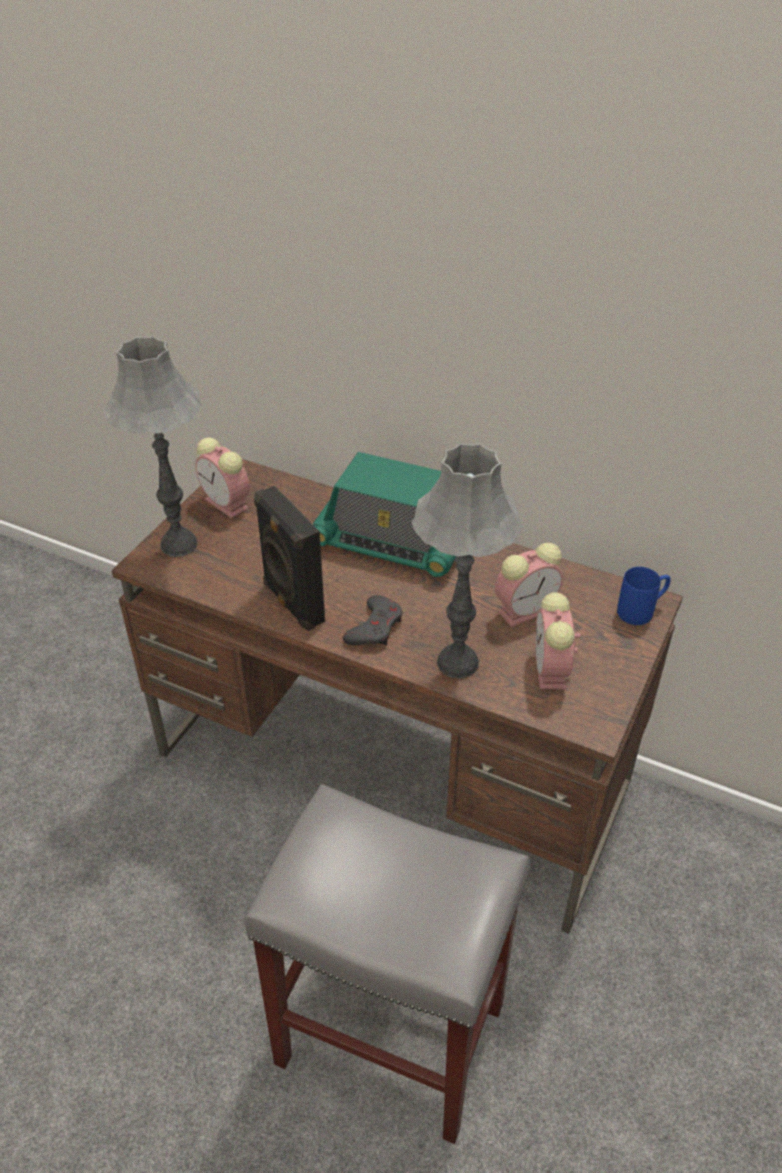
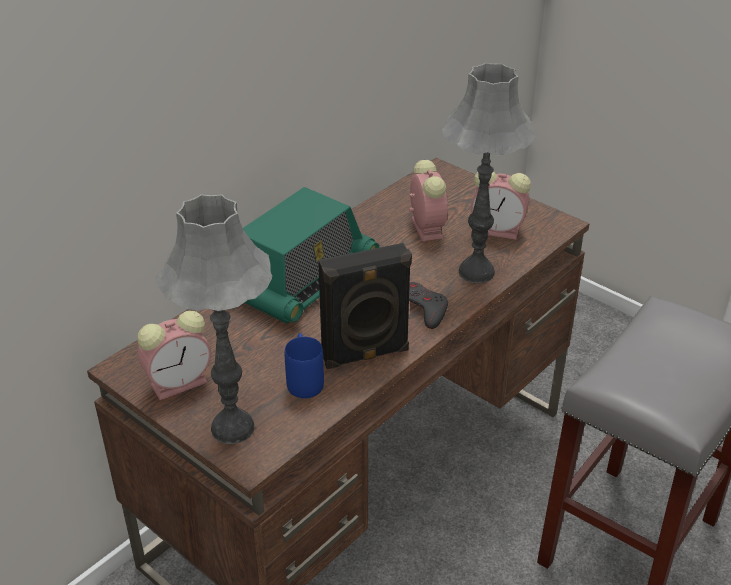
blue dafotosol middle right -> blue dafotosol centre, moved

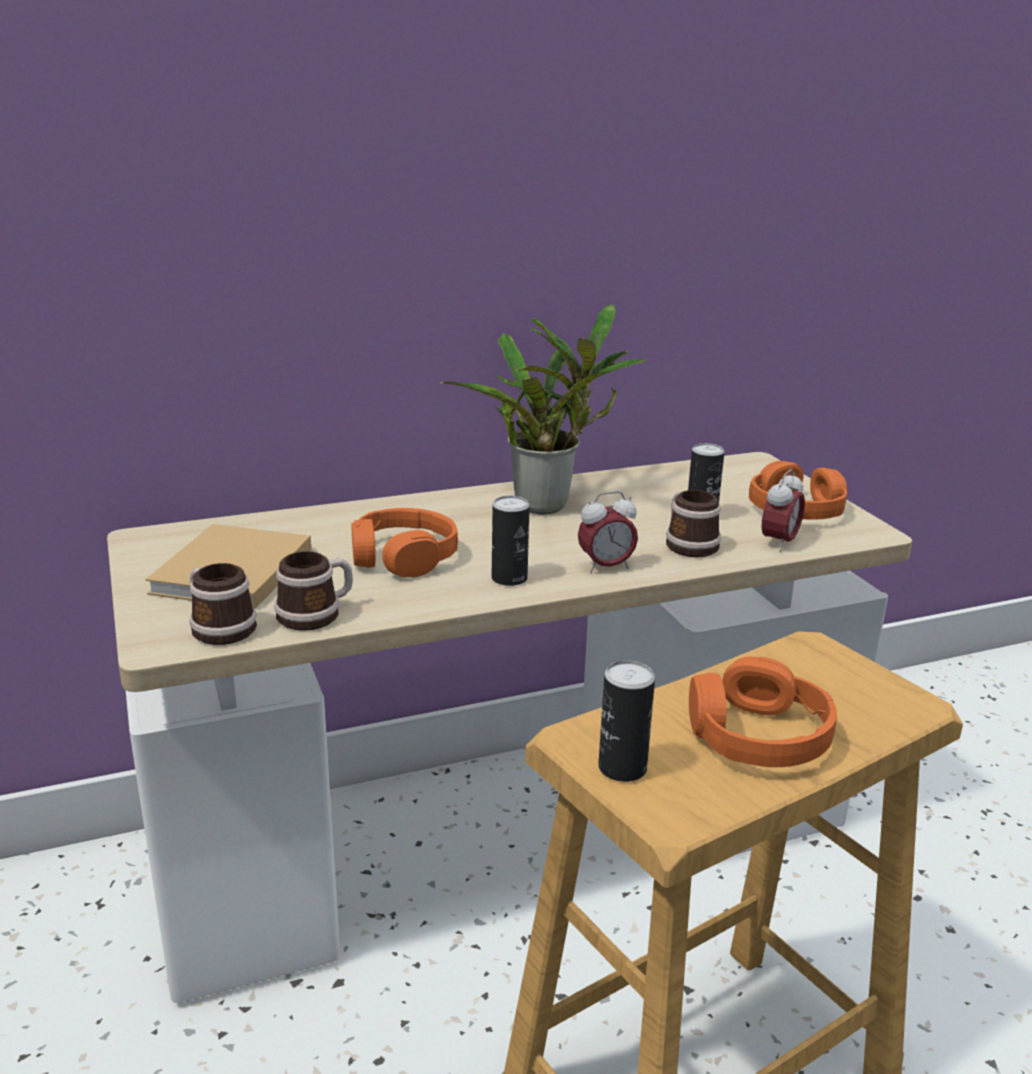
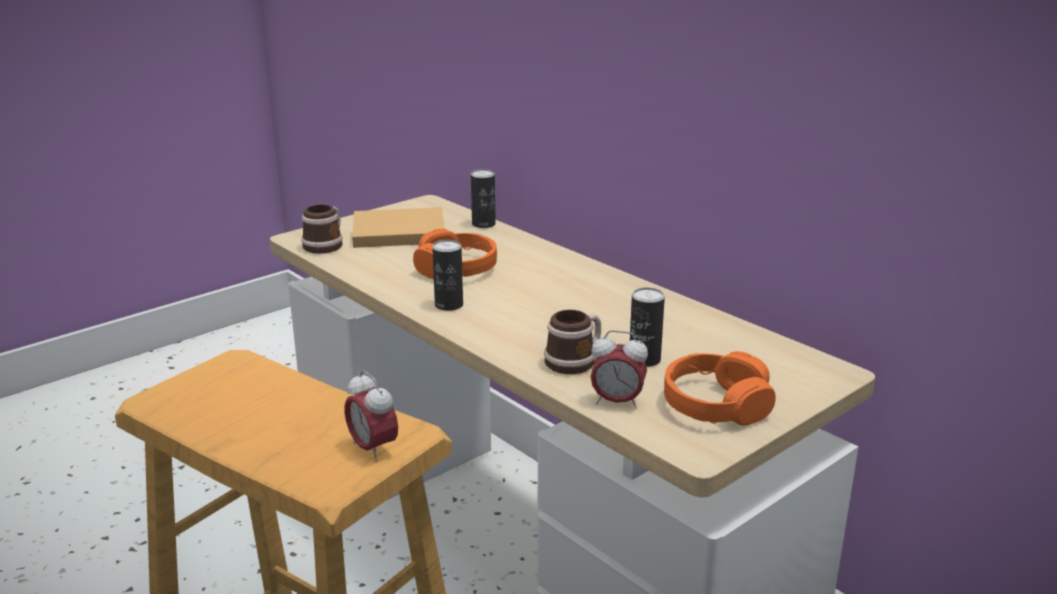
dafotosol (2nd from left) middle left -> none
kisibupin centre -> none
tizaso (1st from left) centre -> tizaso (1st from left) bottom centre, moved
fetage (2nd from left) bottom centre -> fetage (2nd from left) centre, moved
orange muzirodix (2nd from left) middle right -> none

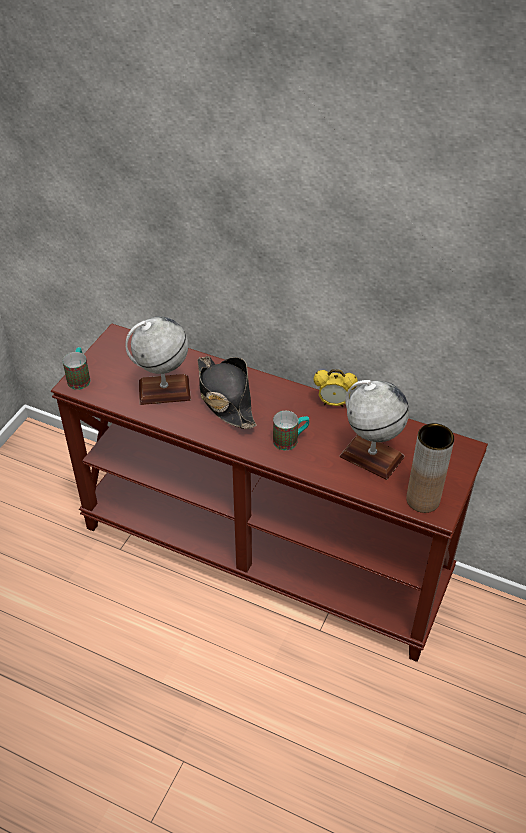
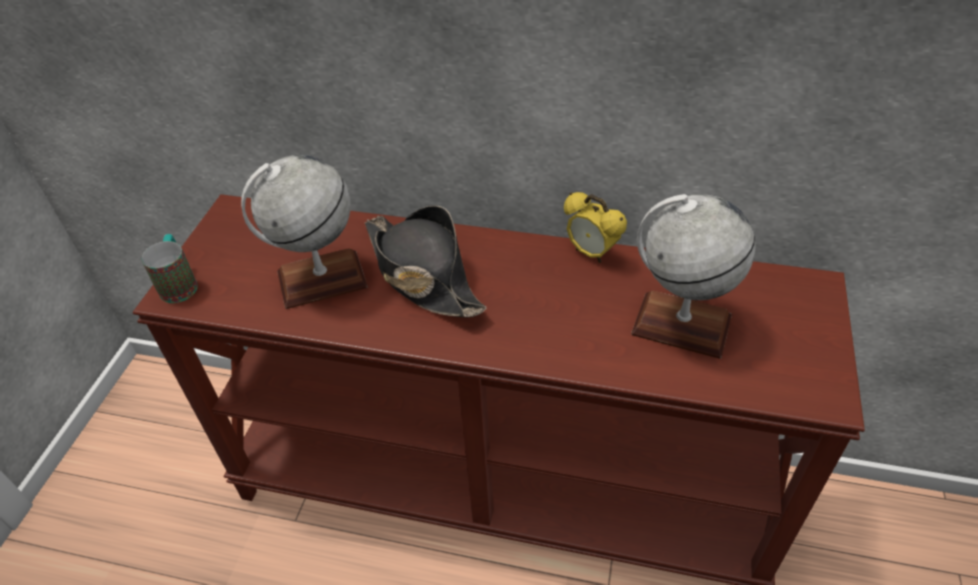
dafotosol (2nd from left) centre -> none
tizaso centre, 45 degrees clockwise
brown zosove middle right -> none

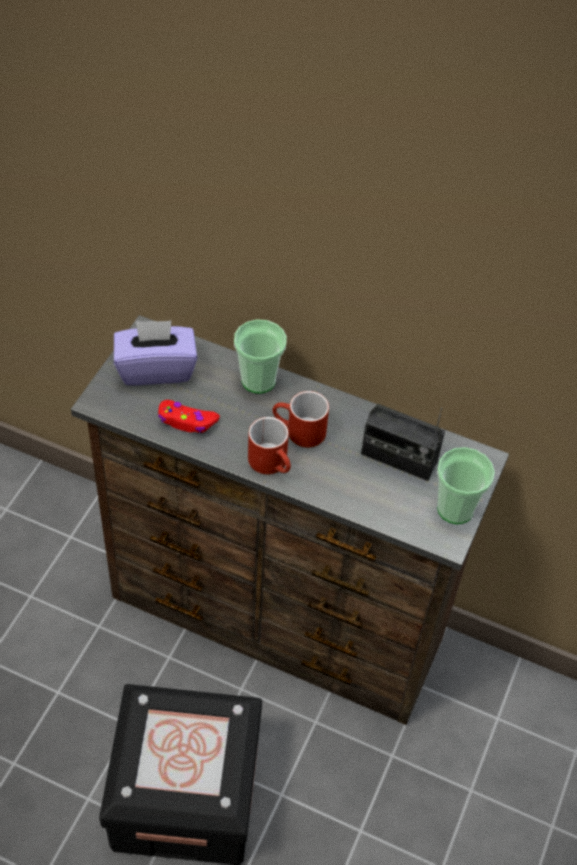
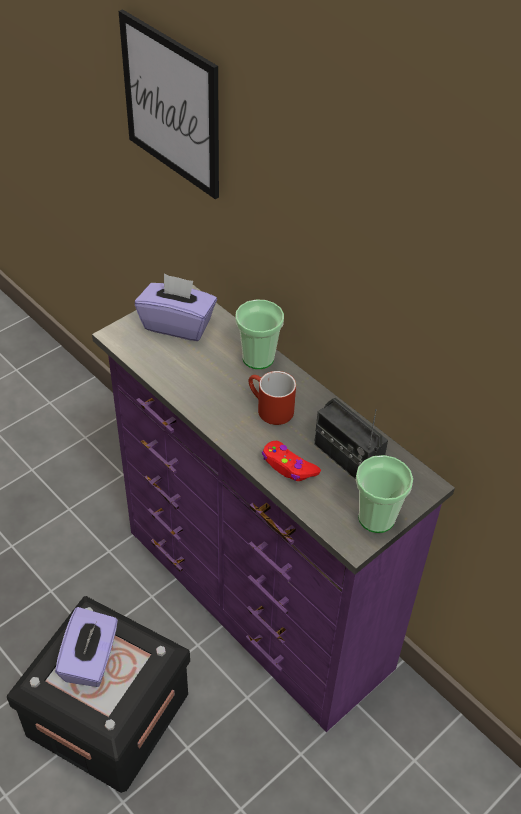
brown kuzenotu centre -> purple kuzenotu centre
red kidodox middle left -> red kidodox centre, moved
red dafotosol (1st from left) centre -> none
none -> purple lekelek (1st from left) bottom left
none -> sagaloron top left

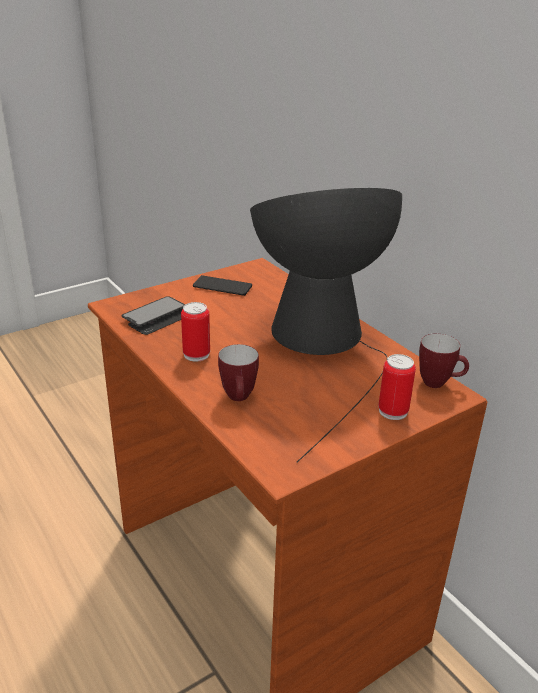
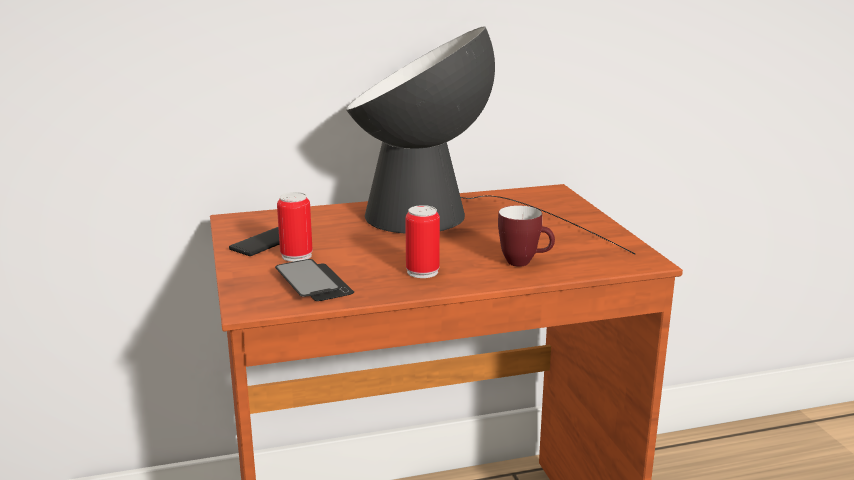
fetage (2nd from left in the first image) middle right -> fetage (1st from left) centre, moved
dafotosol (2nd from left) middle right -> none

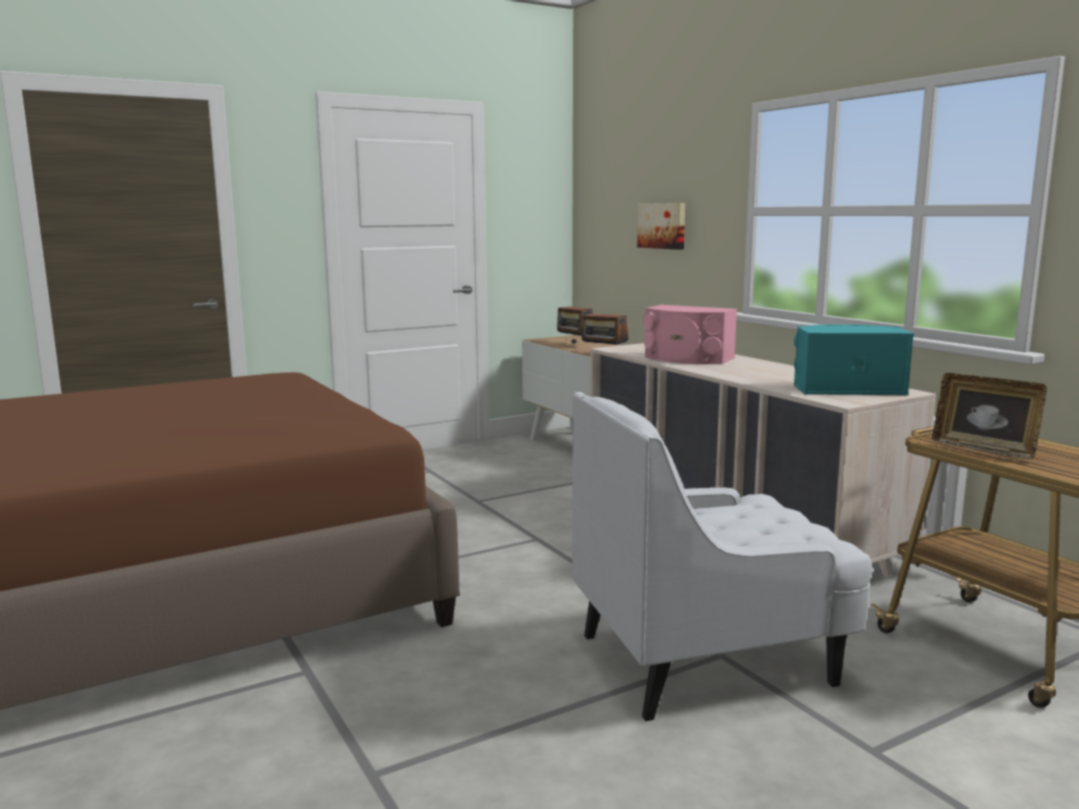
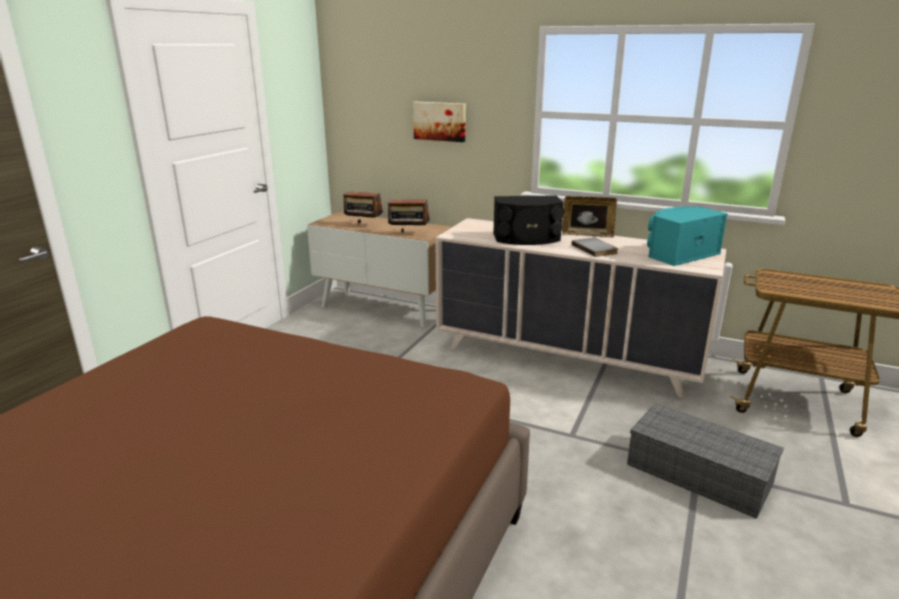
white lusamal bottom right -> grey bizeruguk bottom right
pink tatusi centre -> black tatusi centre
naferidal middle right -> naferidal centre, moved
none -> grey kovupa centre

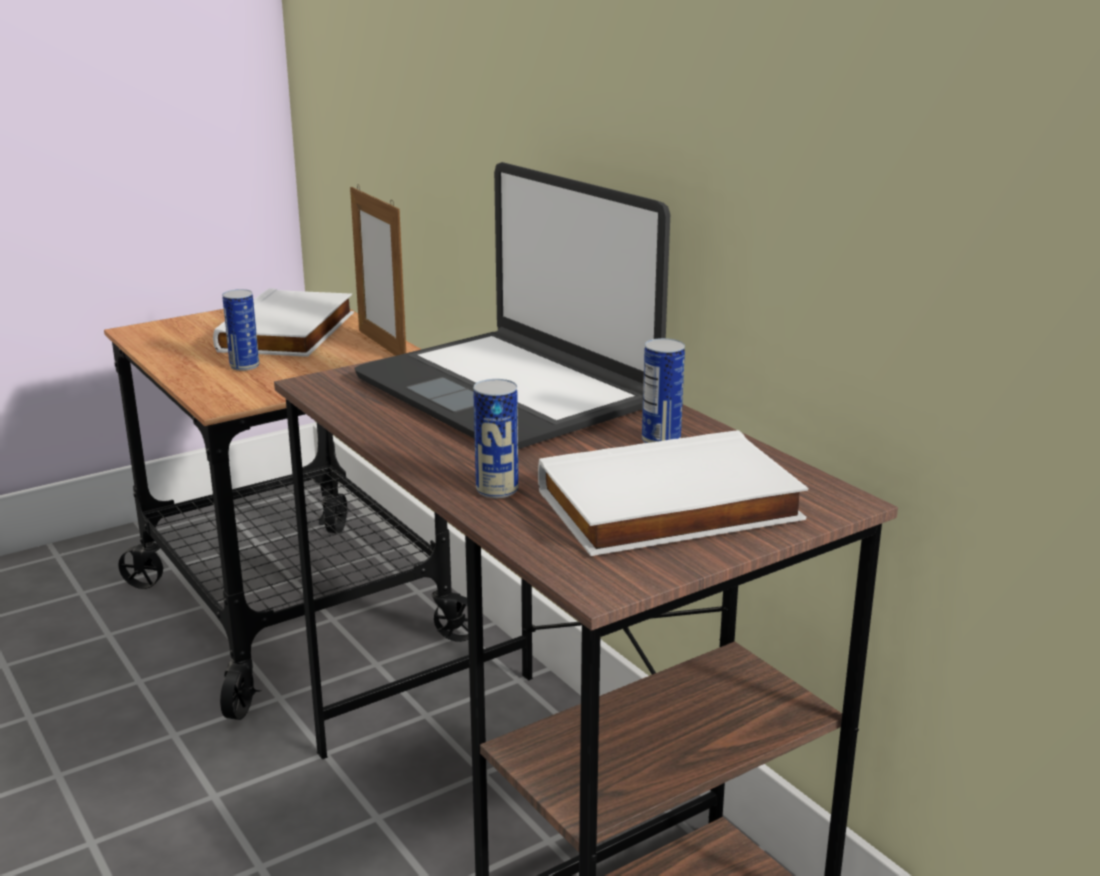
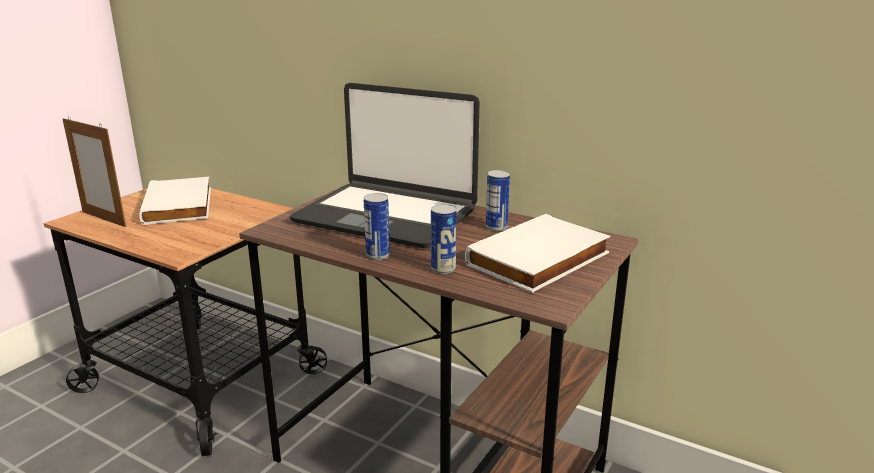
fetage (1st from left) middle left -> fetage (1st from left) centre, moved
naferidal top centre -> naferidal middle left, moved

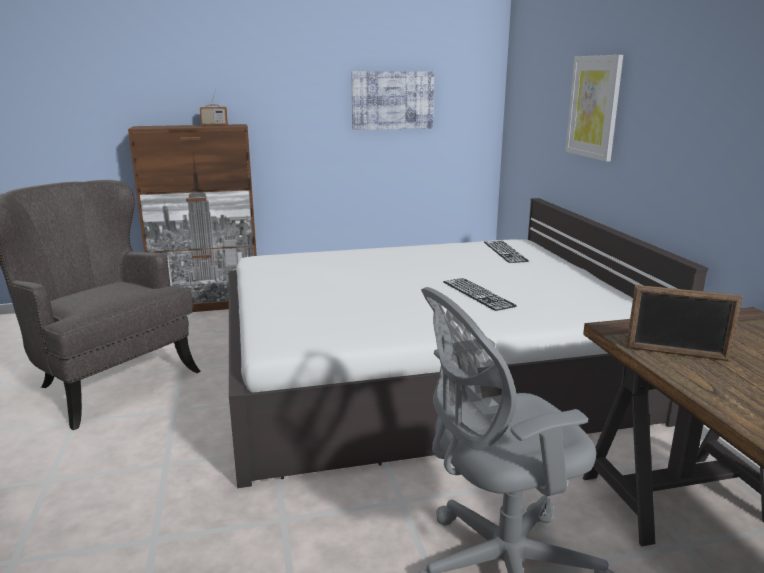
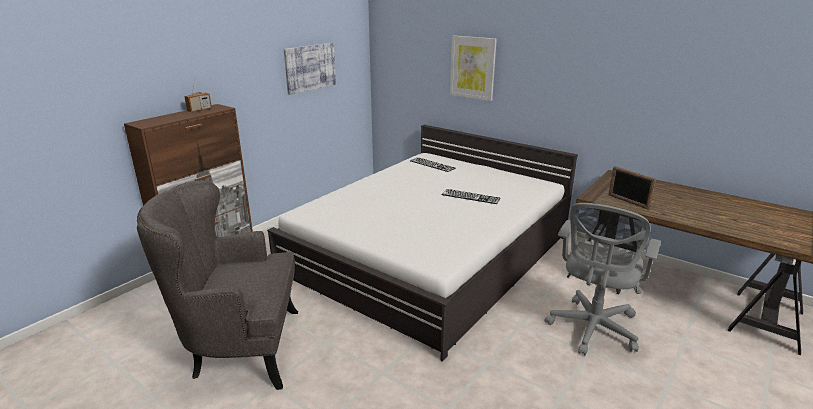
naferidal middle right, 75 degrees clockwise

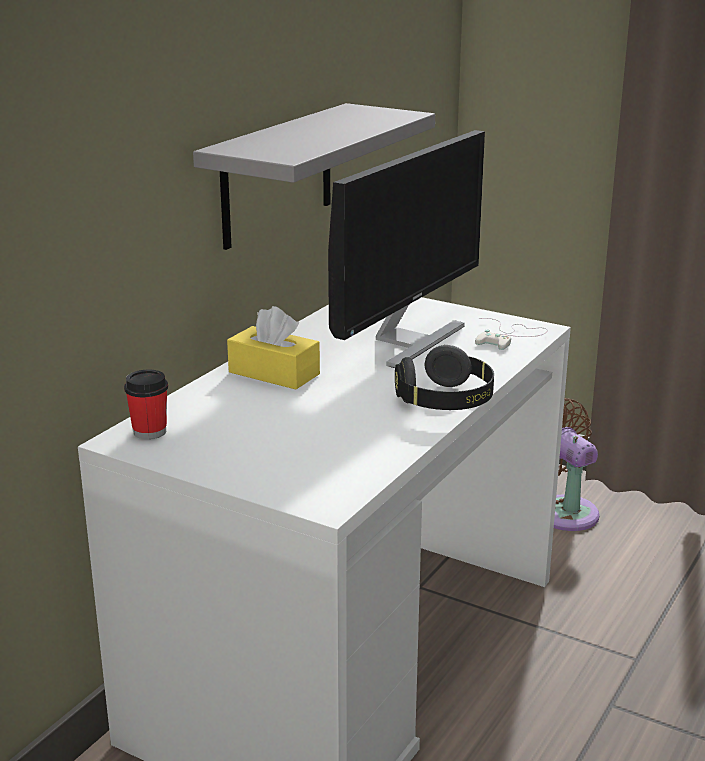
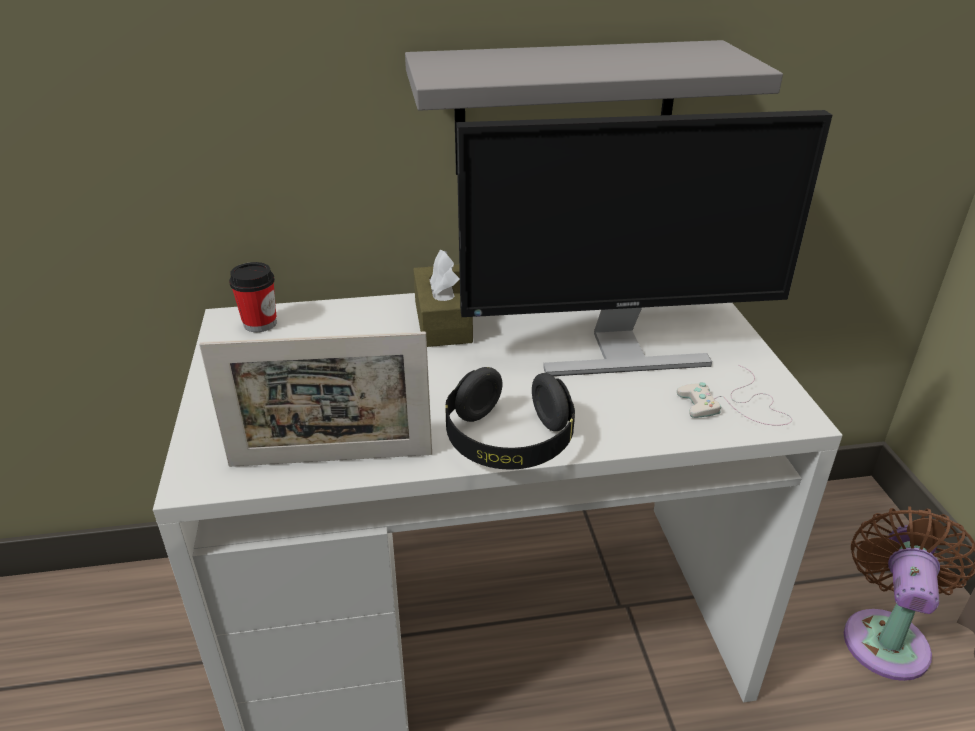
yellow lekelek centre -> brown lekelek centre
none -> naferidal middle left

